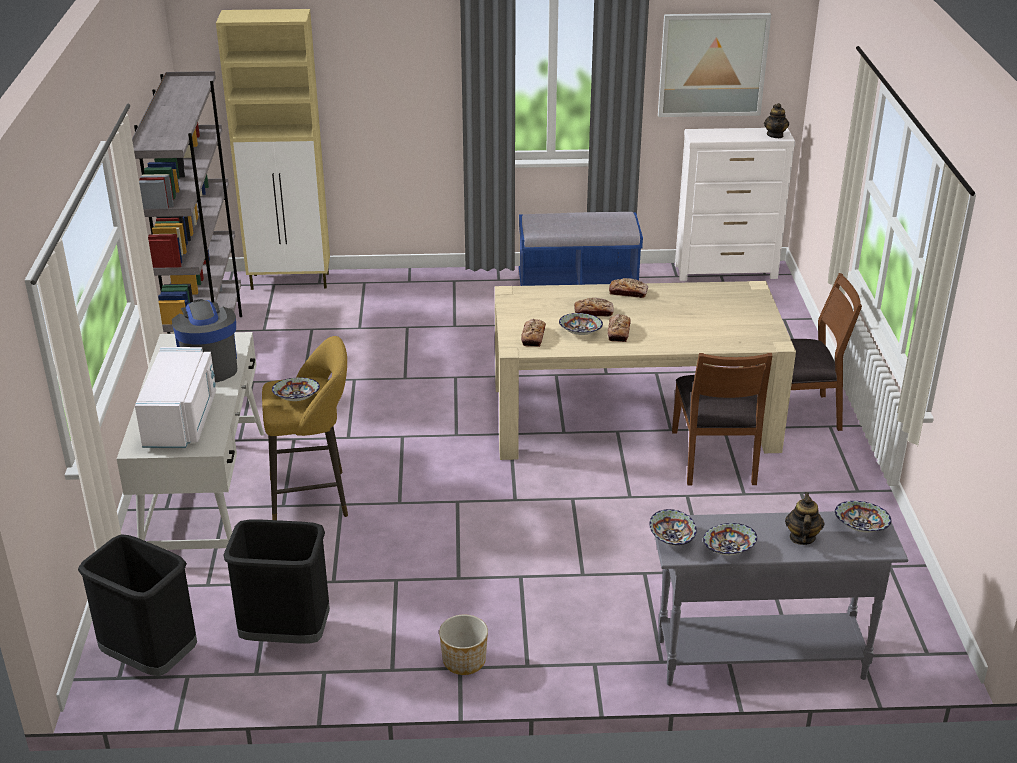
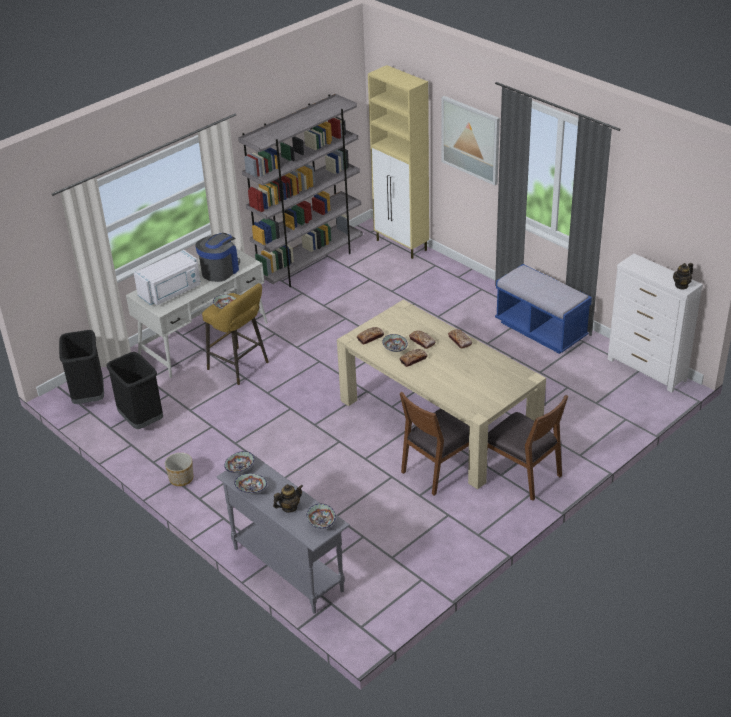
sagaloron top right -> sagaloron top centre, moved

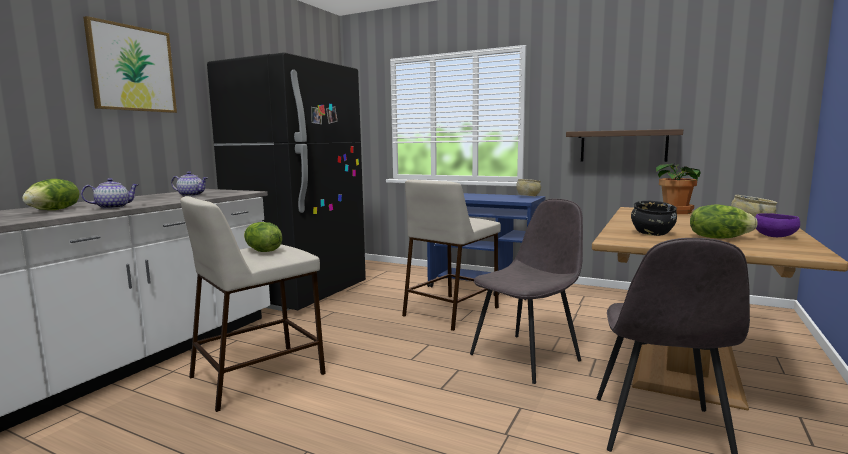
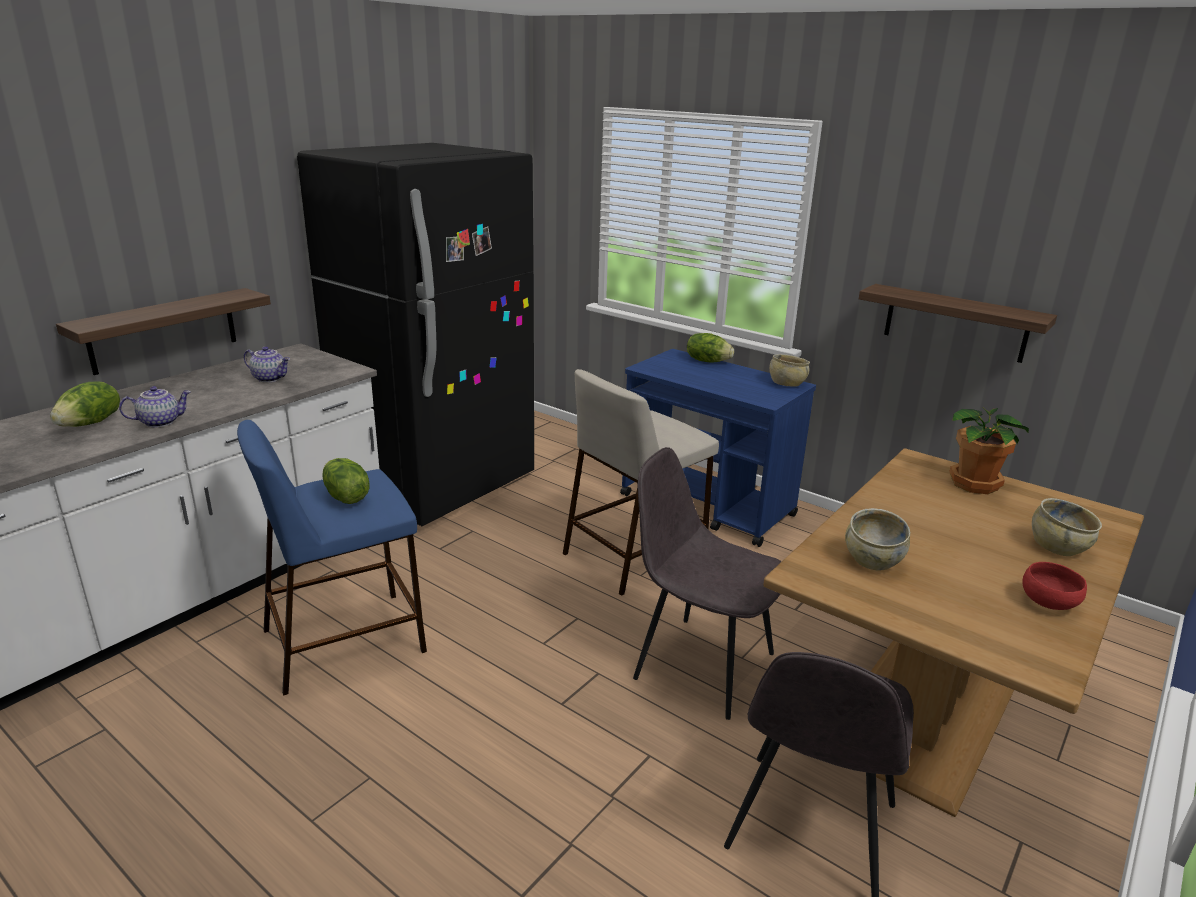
sagaloron top left -> none
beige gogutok (1st from left) bottom left -> blue gogutok middle left
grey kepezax (1st from left) centre, 120 degrees counterclockwise
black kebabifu middle right -> beige kebabifu (2nd from left) middle right
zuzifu (3rd from left) middle right -> zuzifu (3rd from left) centre, moved
purple kebabifu middle right -> red kebabifu middle right
none -> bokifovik (1st from left) middle left

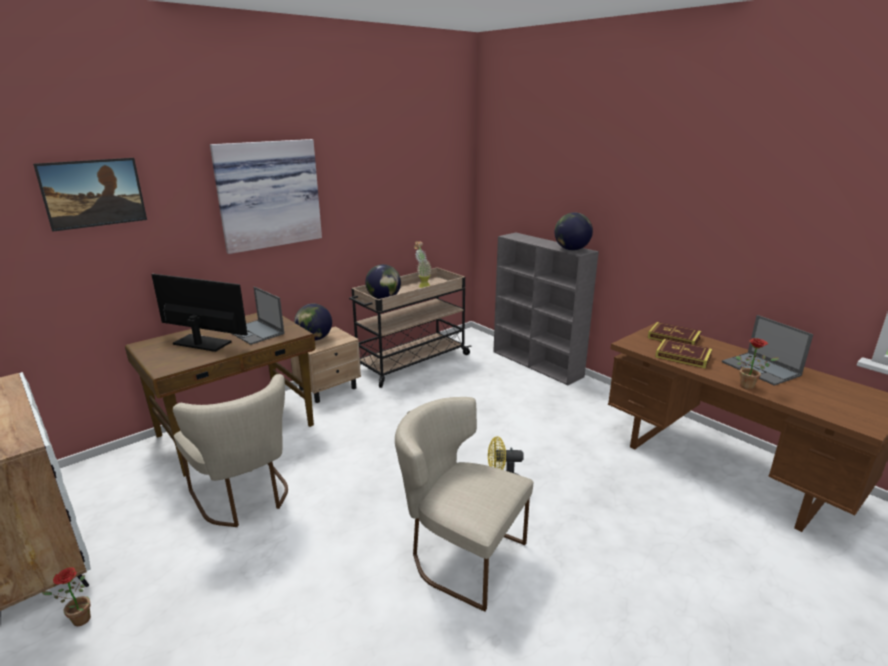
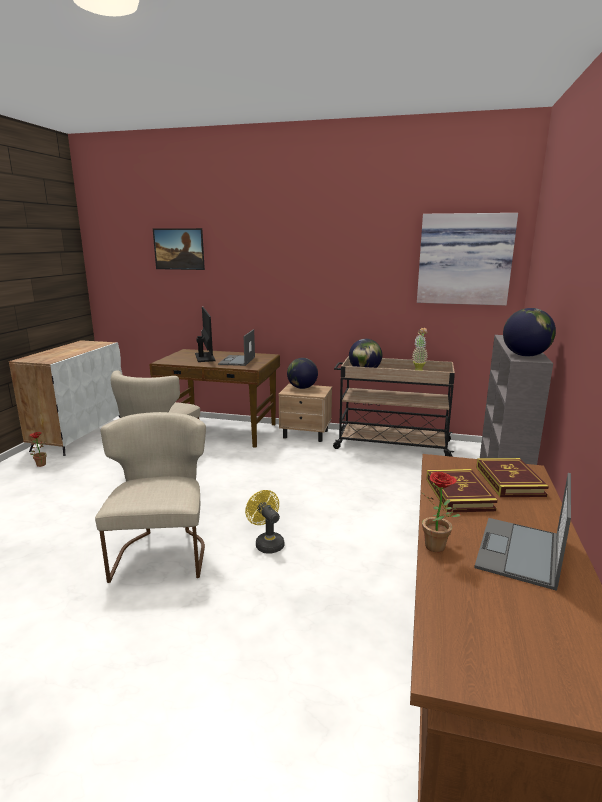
sagaloron (2nd from left) top left -> sagaloron (2nd from left) top right, moved

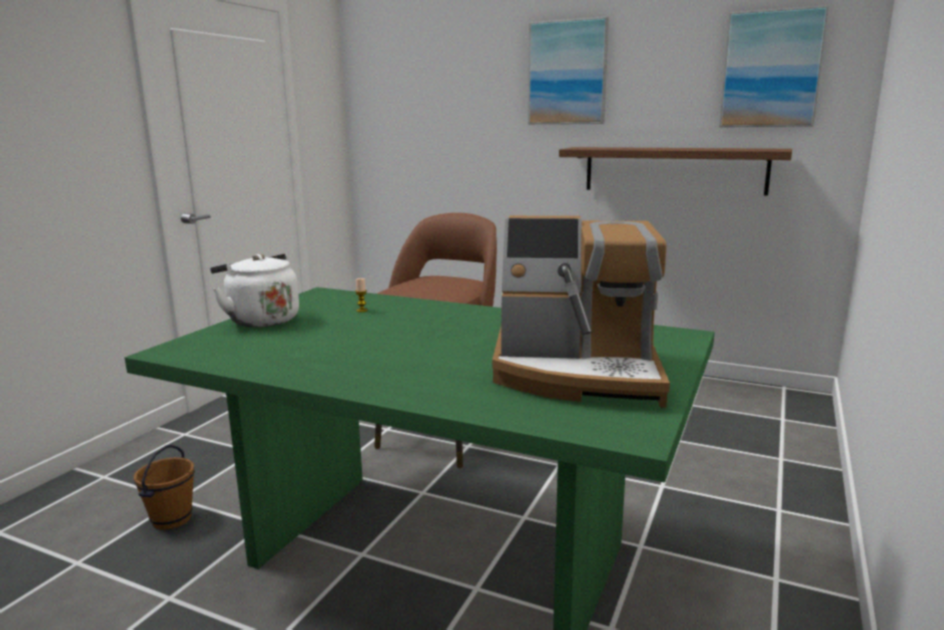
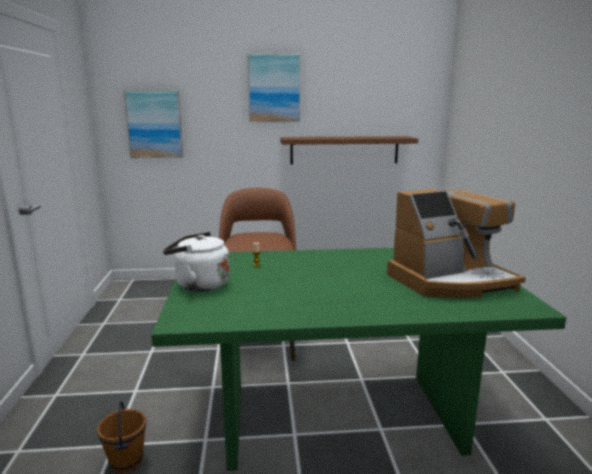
sagaloron (2nd from left in the first image) top right -> sagaloron (1st from left) top left, moved

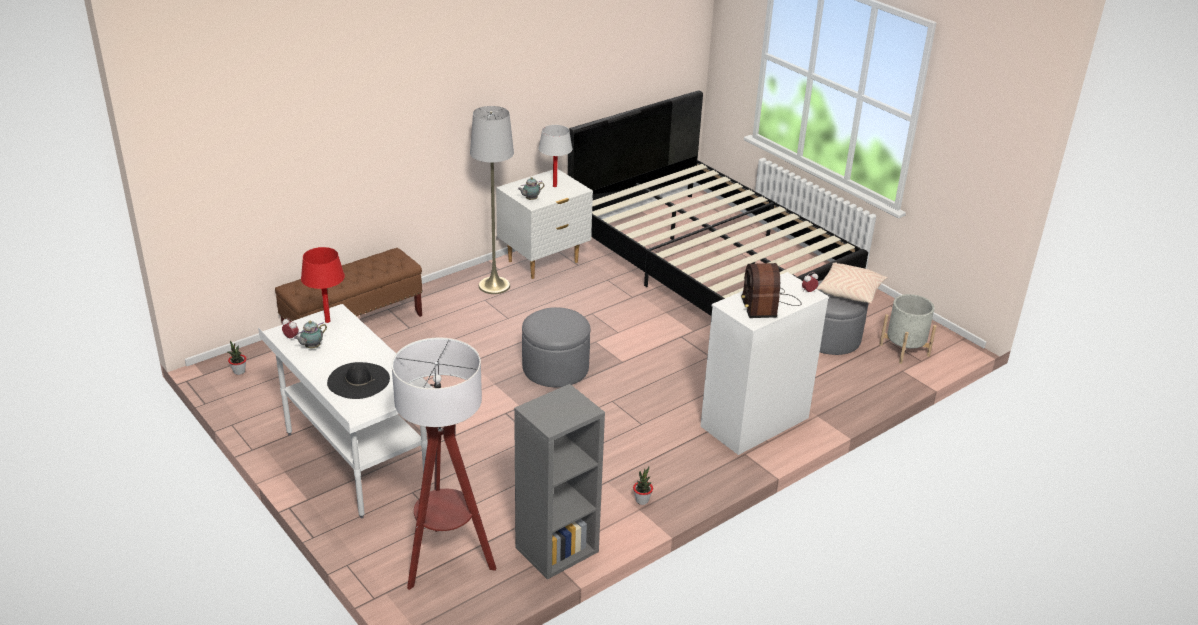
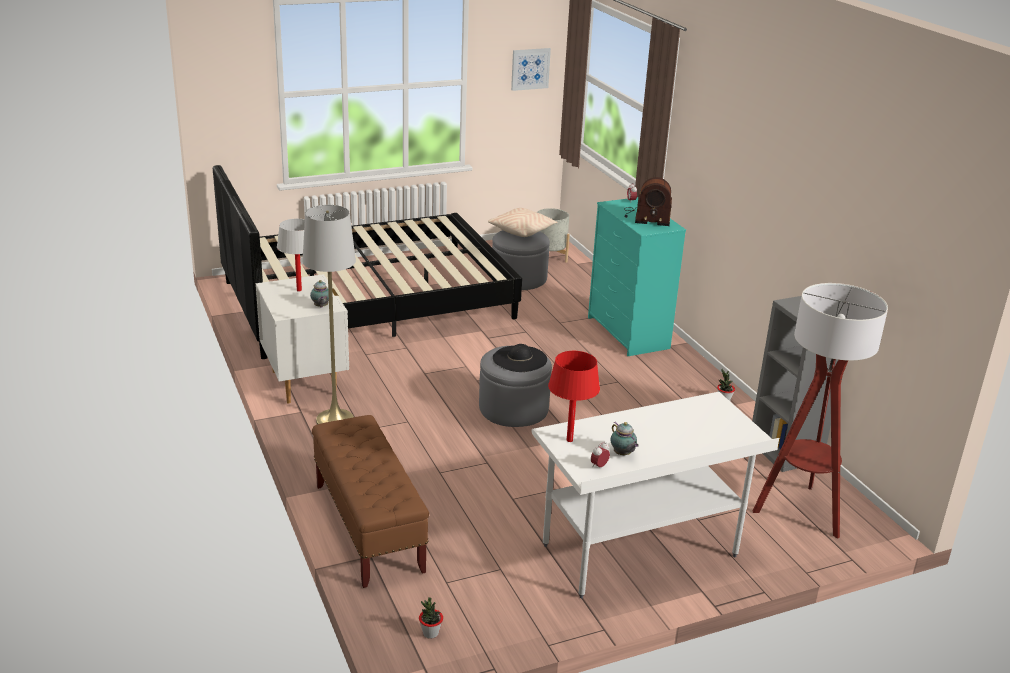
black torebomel middle left -> black torebomel centre, moved
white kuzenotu centre -> turquoise kuzenotu centre
none -> sagaloron top centre

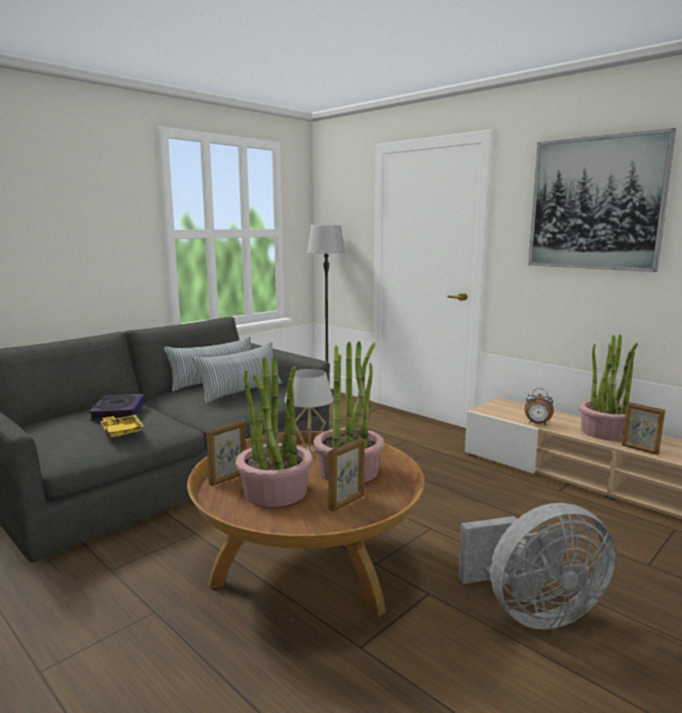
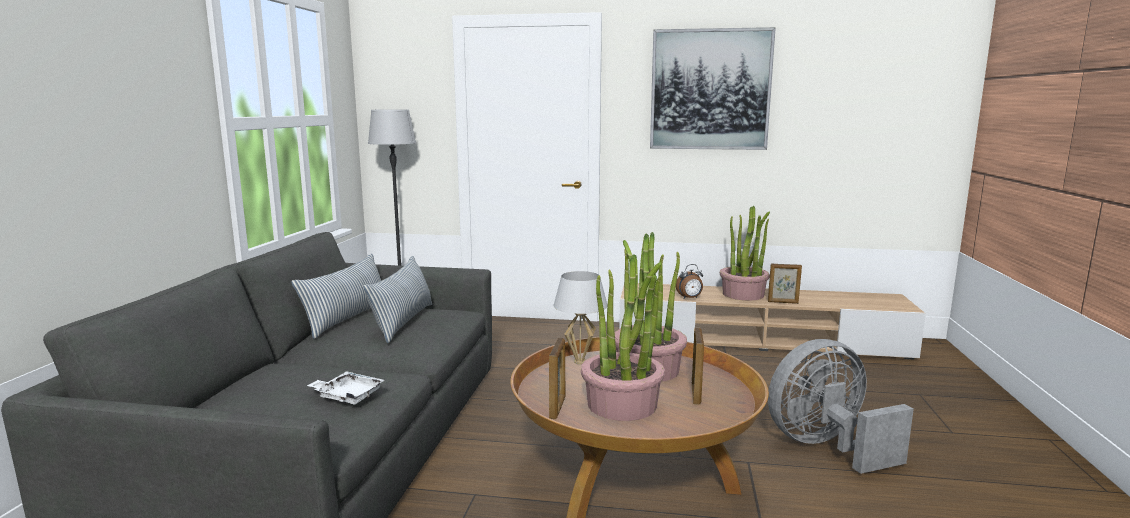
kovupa middle left -> none
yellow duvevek middle left -> white duvevek bottom left
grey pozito bottom right, 150 degrees counterclockwise

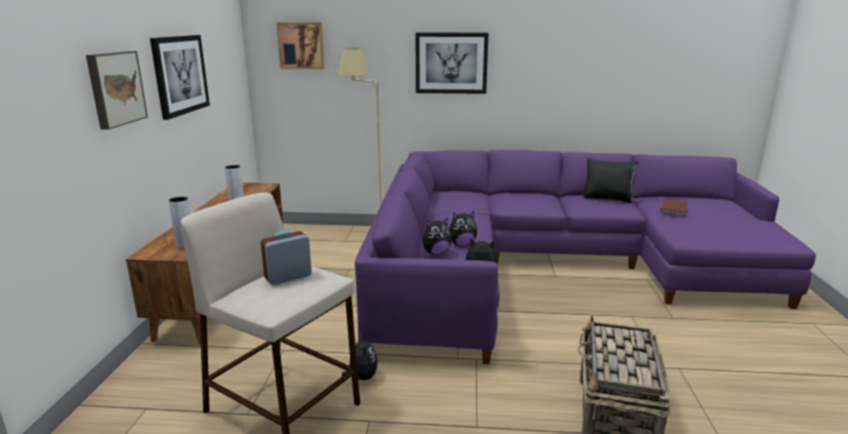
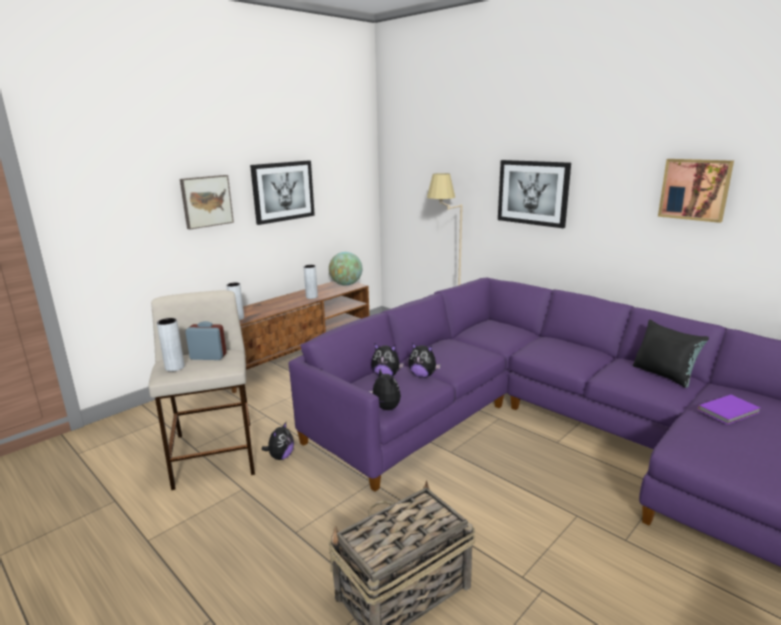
sagaloron (3rd from left in the first image) top centre -> sagaloron (4th from left) top right, moved
brown kovupa middle right -> purple kovupa middle right
none -> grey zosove (1st from left) middle left
none -> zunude centre

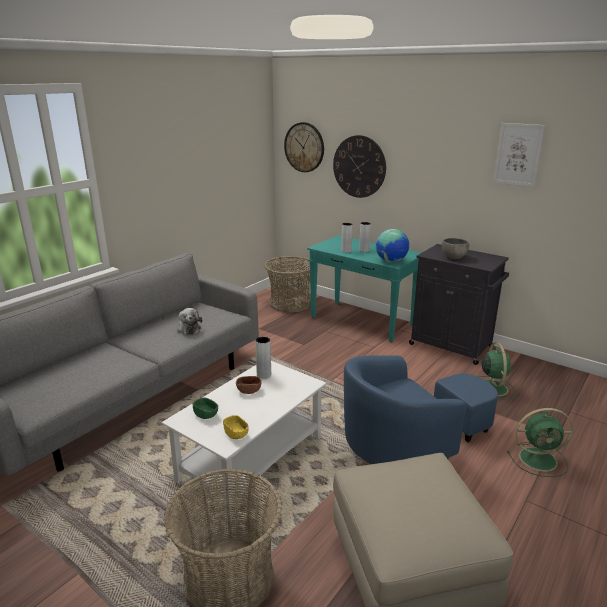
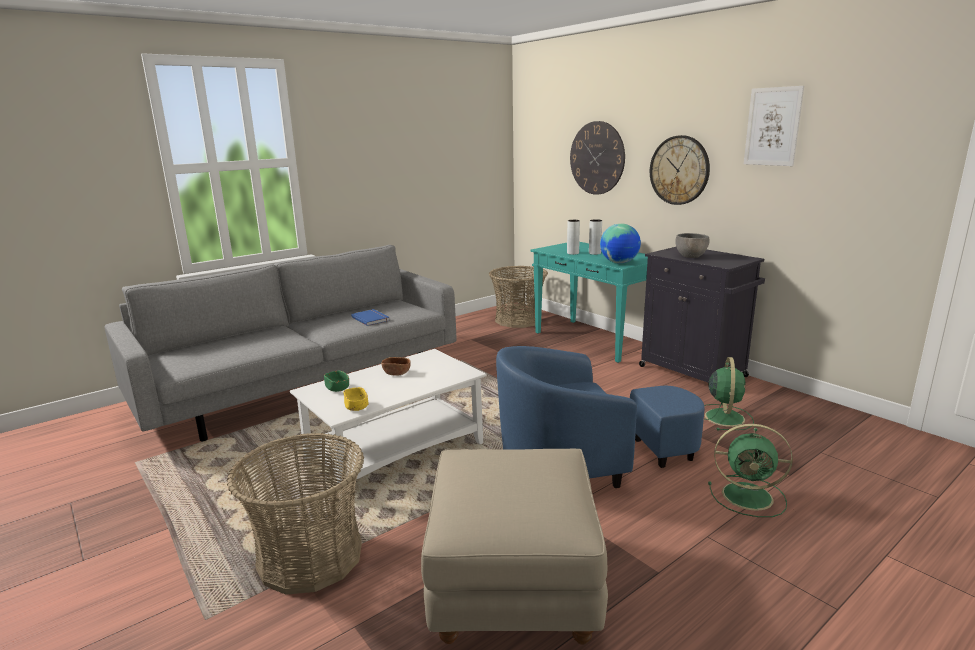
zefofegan middle left -> blue kovupa centre
grey zosove (1st from left) centre -> none
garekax (1st from left in the first image) top centre -> garekax (2nd from left) top right, moved

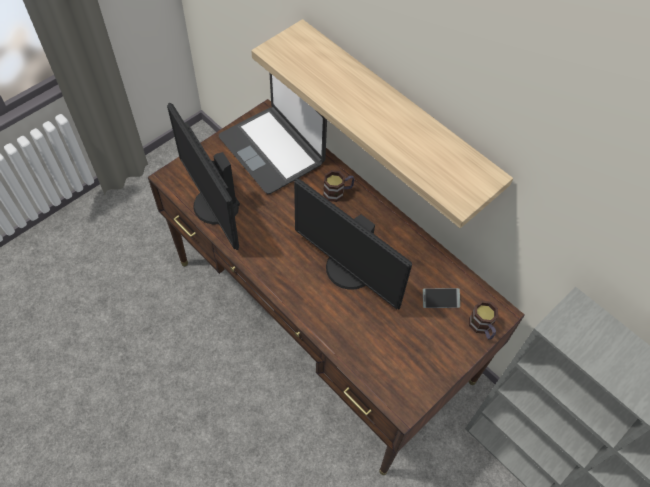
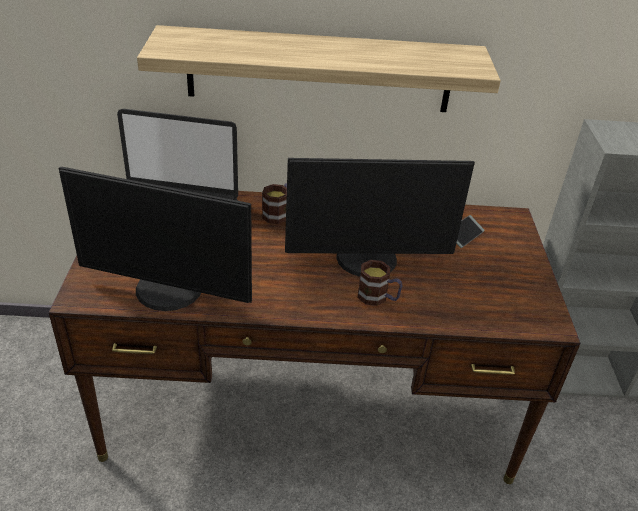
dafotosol (2nd from left) middle right -> dafotosol (2nd from left) centre, moved

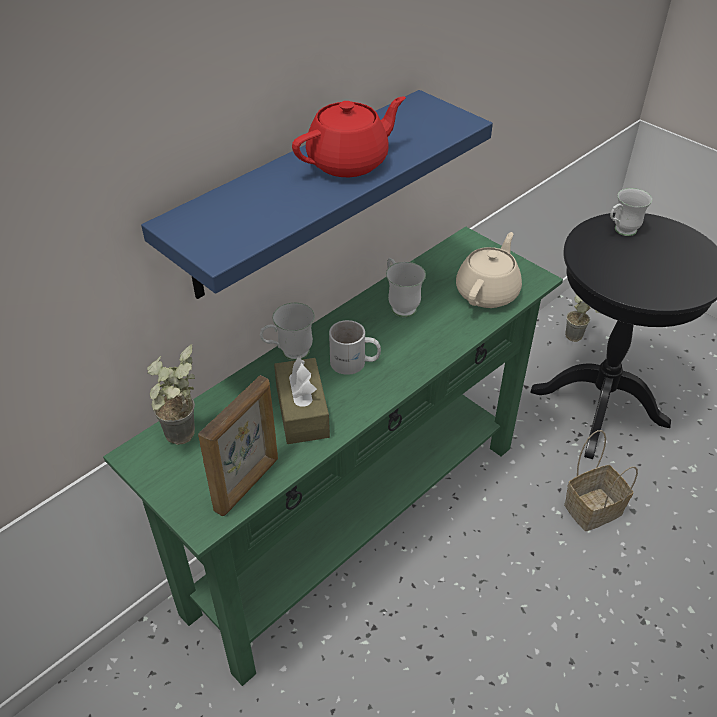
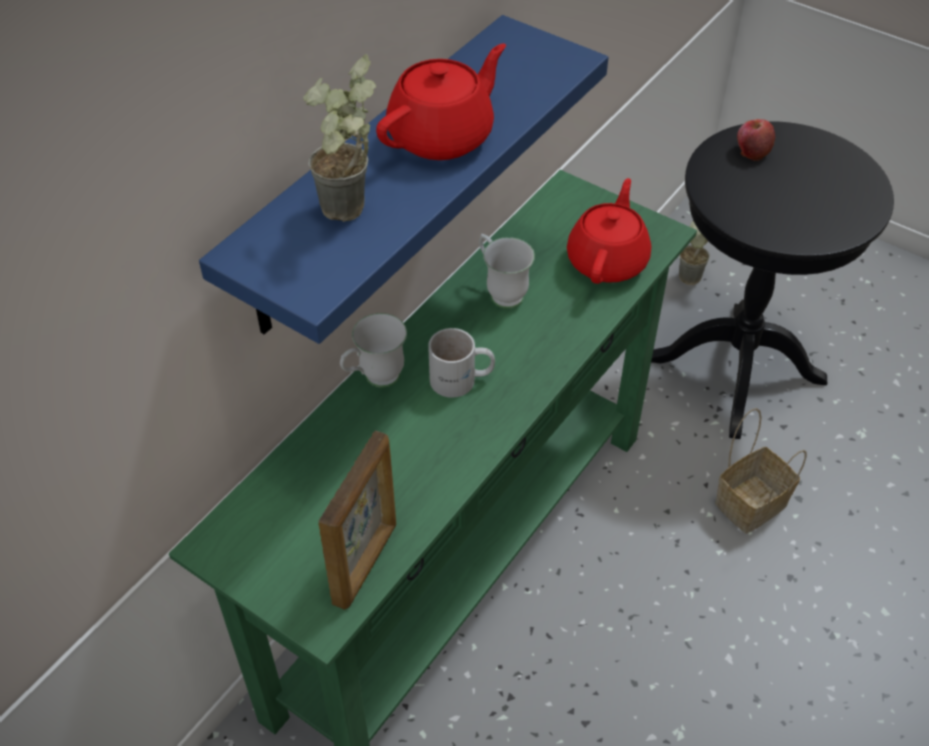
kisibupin (1st from left) middle left -> kisibupin (1st from left) top centre, moved
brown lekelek centre -> none
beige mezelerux middle right -> red mezelerux (2nd from left) top centre
white dafotosol (4th from left) top right -> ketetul top right

